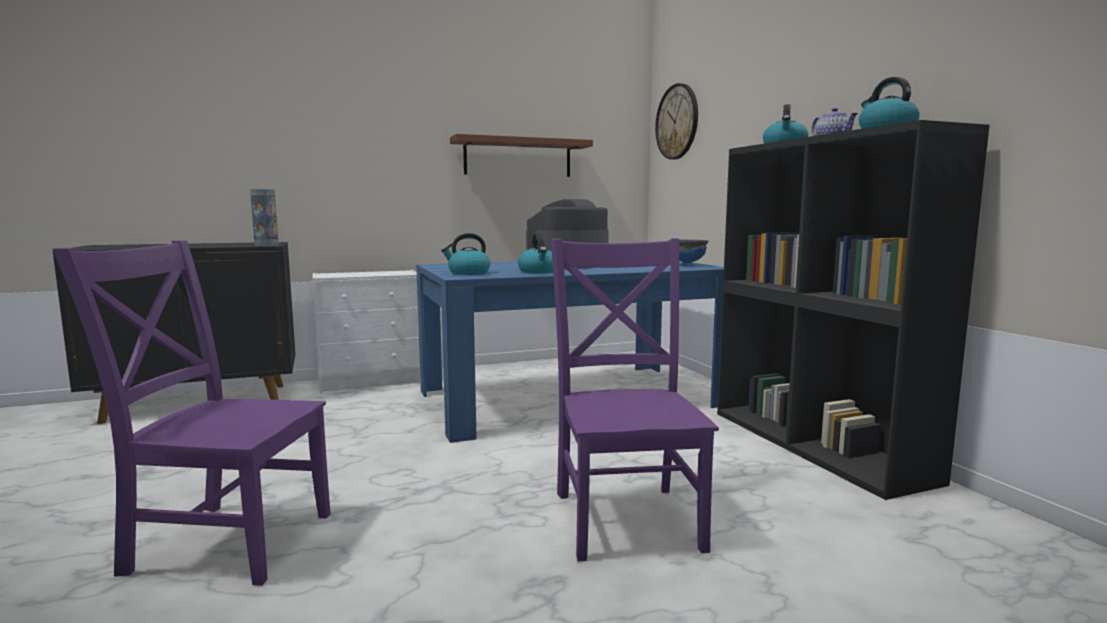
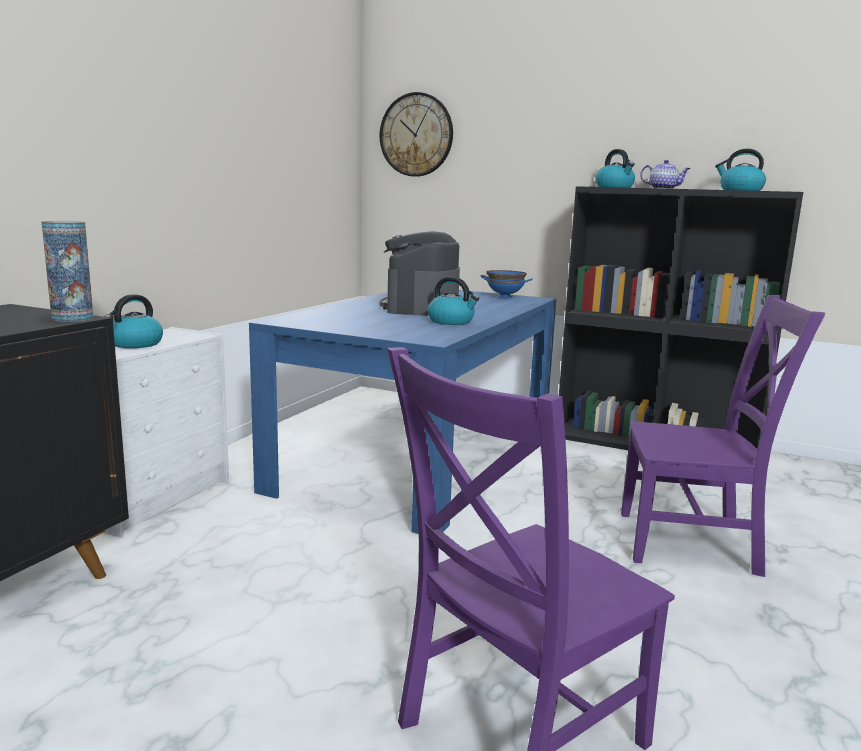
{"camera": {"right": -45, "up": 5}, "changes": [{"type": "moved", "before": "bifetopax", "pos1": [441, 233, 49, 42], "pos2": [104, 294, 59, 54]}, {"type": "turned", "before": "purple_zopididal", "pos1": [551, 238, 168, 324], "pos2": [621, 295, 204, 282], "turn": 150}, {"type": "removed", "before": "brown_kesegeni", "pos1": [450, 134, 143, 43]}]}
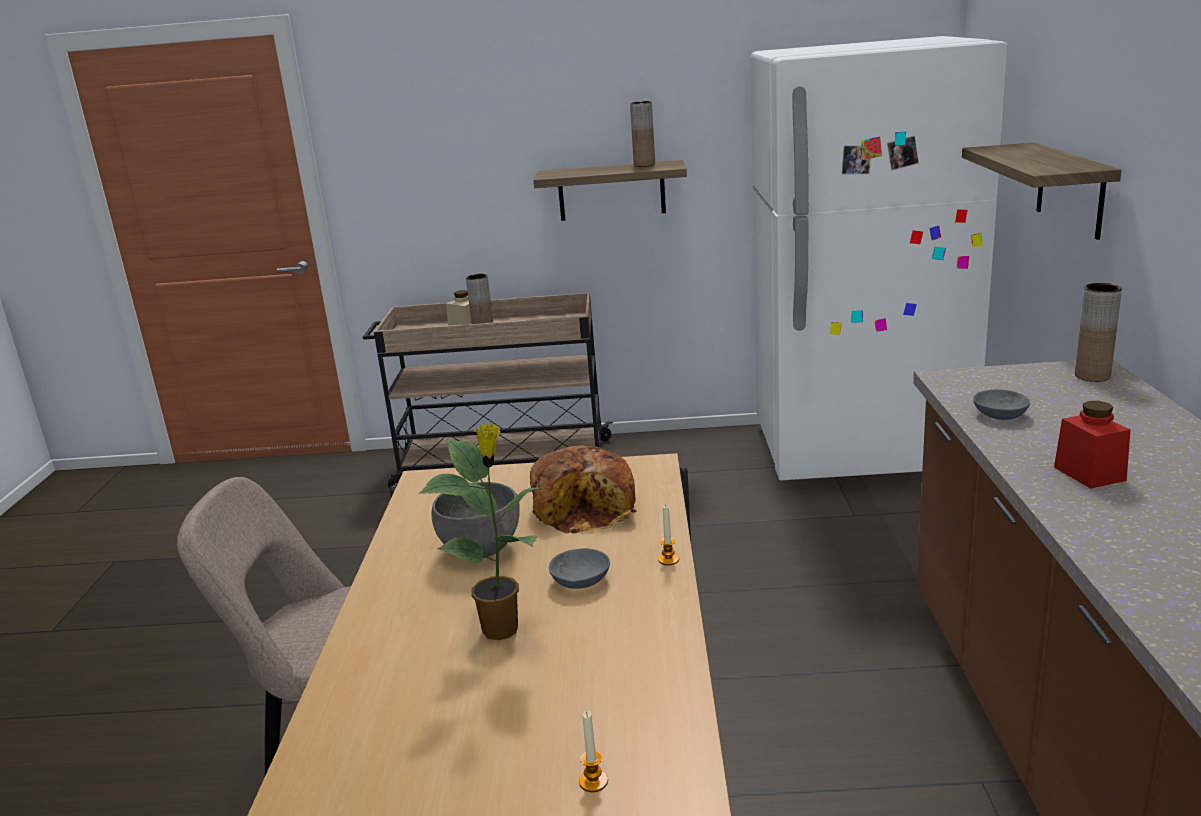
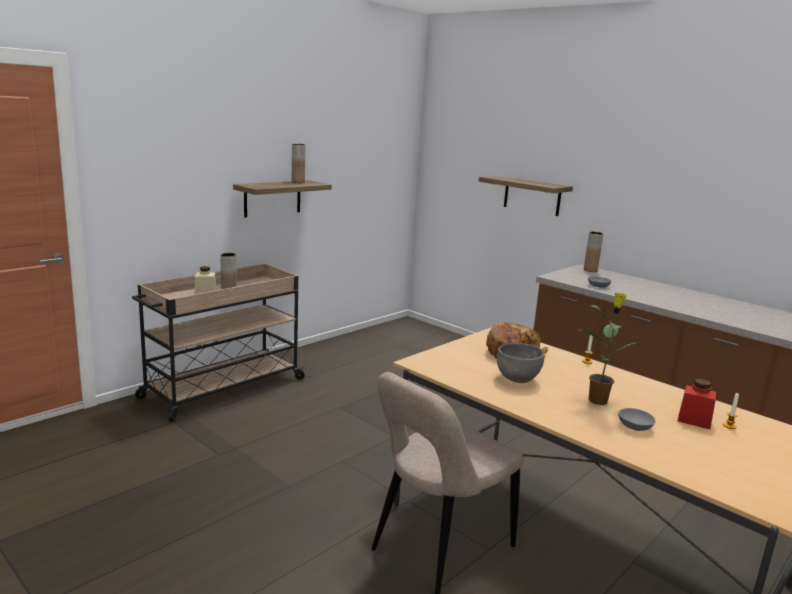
{"camera": {"right": -50, "up": -5}, "changes": [{"type": "moved", "before": "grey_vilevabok", "pos1": [549, 548, 61, 41], "pos2": [618, 408, 37, 23]}, {"type": "moved", "before": "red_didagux", "pos1": [1054, 401, 77, 88], "pos2": [678, 379, 38, 50]}, {"type": "removed", "before": "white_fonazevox", "pos1": [750, 36, 258, 445]}]}
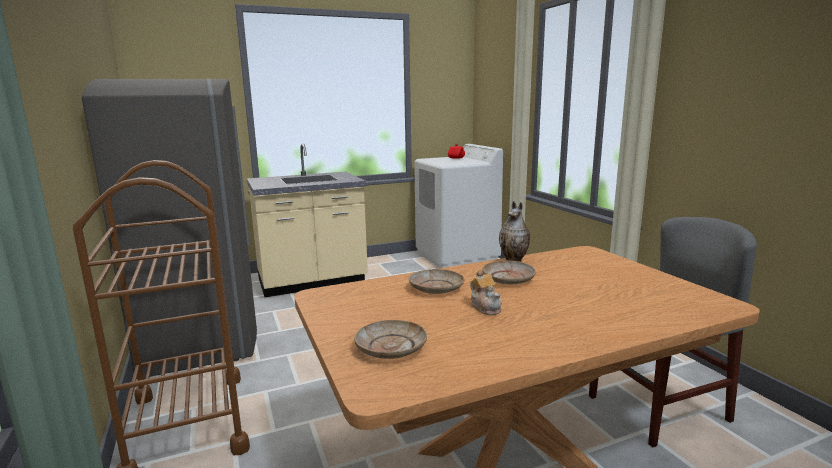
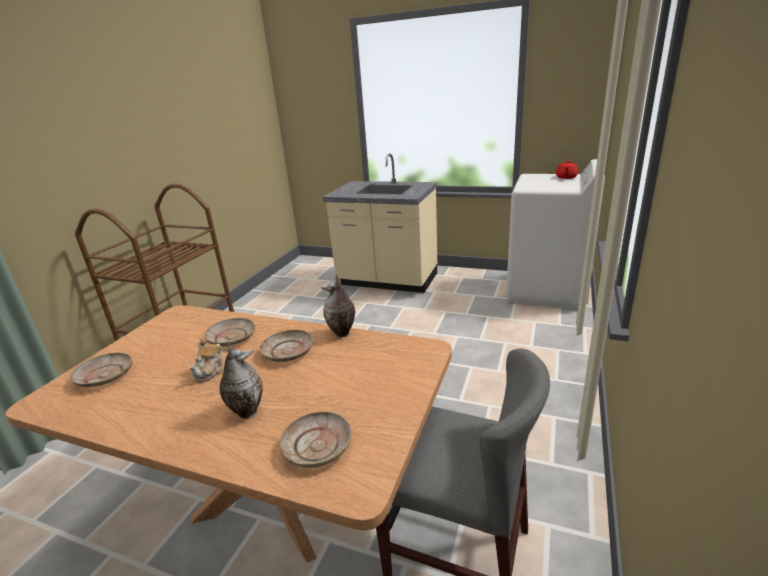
{"camera": {"right": 45, "up": 10}, "changes": [{"type": "added", "after": "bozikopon", "pos2": [219, 341, 44, 78]}, {"type": "added", "after": "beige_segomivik", "pos2": [280, 411, 72, 57]}, {"type": "removed", "before": "grey_fonazevox", "pos1": [82, 78, 175, 301]}]}
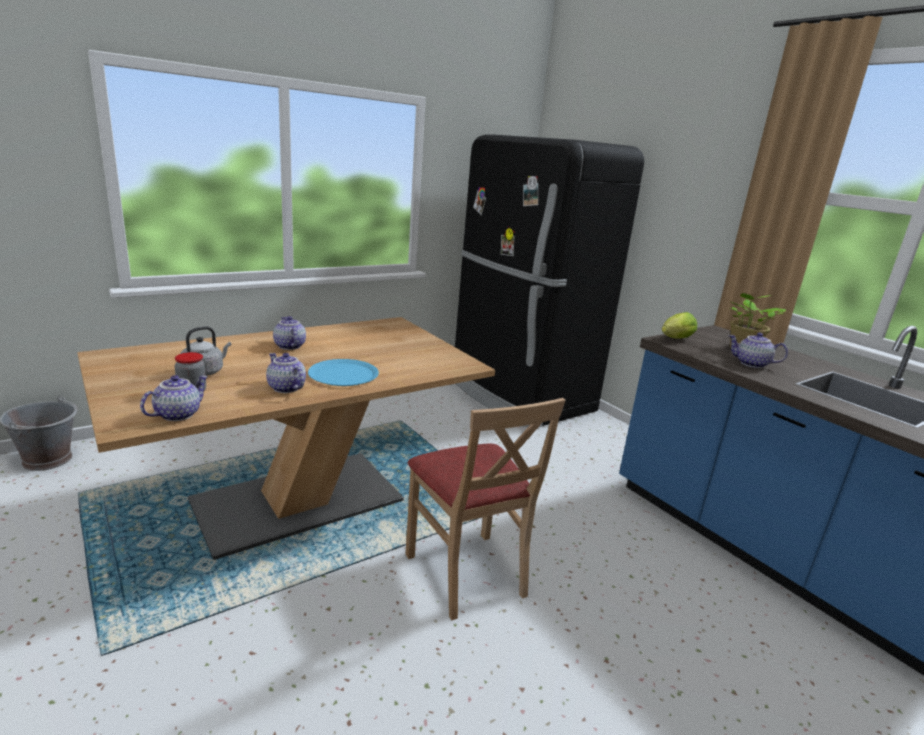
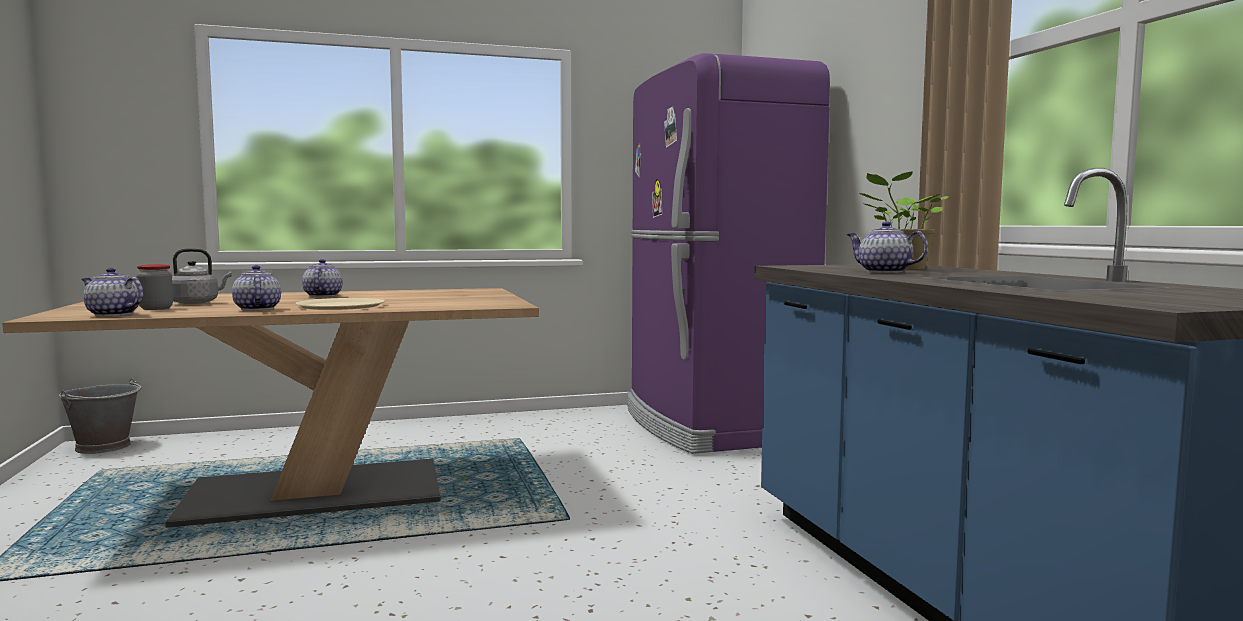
{"camera": {"right": 20, "up": -15}, "changes": [{"type": "turned", "before": "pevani", "pos1": [140, 375, 68, 46], "pos2": [82, 268, 61, 49], "turn": -120}, {"type": "recoloured", "before": "blue_segomivik", "after": "beige_segomivik", "pos1": [308, 359, 71, 27], "pos2": [295, 298, 90, 12]}, {"type": "recoloured", "before": "black_fonazevox", "after": "purple_fonazevox", "pos1": [455, 134, 189, 294], "pos2": [627, 53, 203, 401]}, {"type": "removed", "before": "beige_zopididal", "pos1": [406, 398, 159, 222]}, {"type": "removed", "before": "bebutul", "pos1": [662, 312, 35, 27]}]}
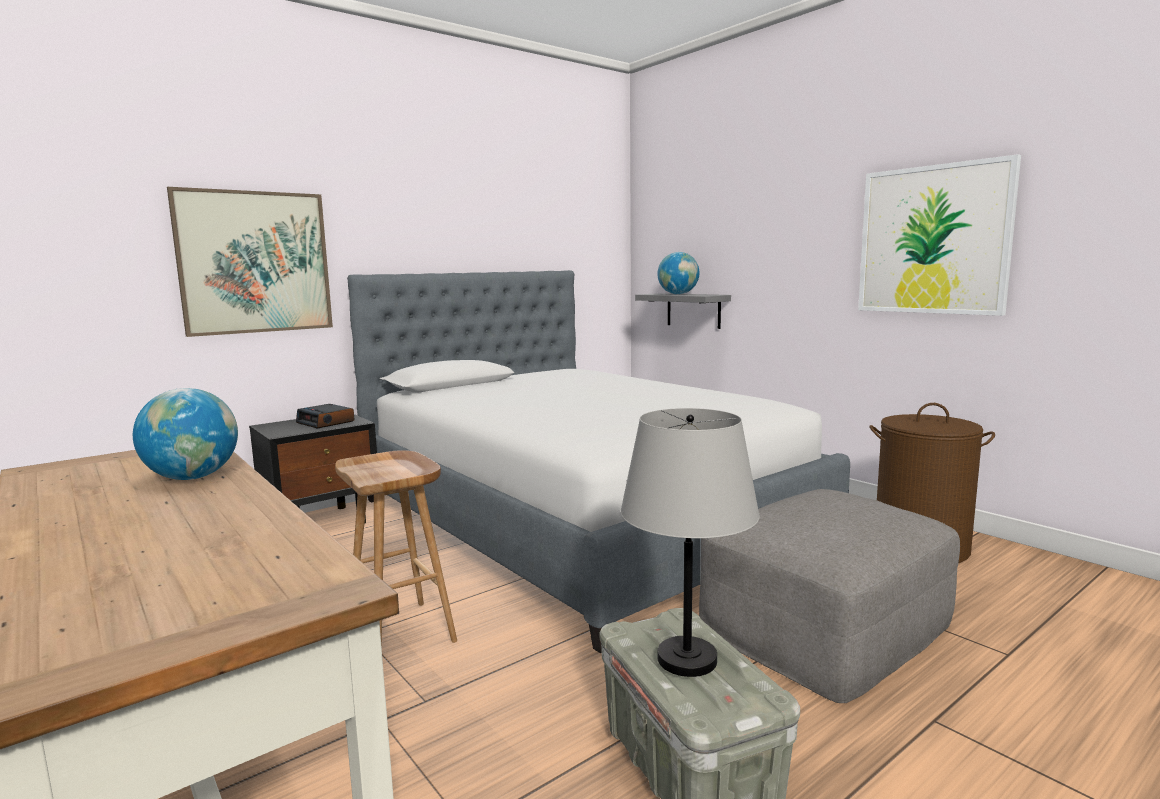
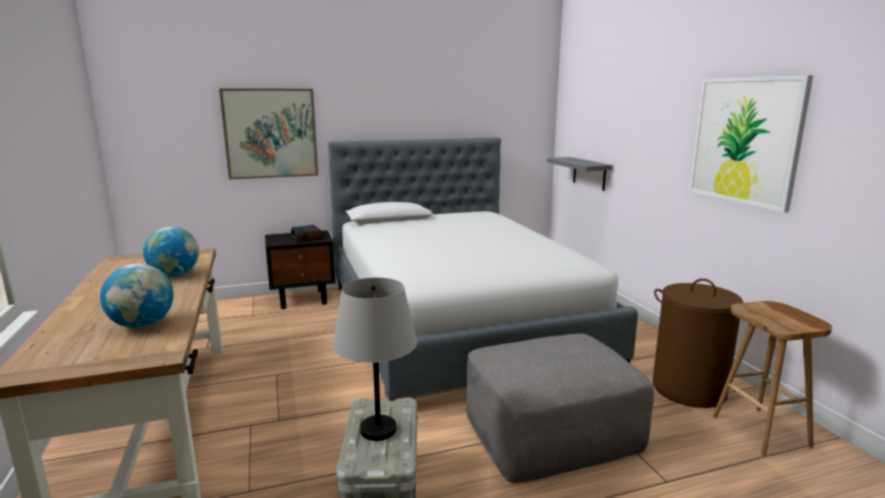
{"camera": {"right": 20, "up": 5}, "changes": [{"type": "moved", "before": "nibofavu", "pos1": [658, 252, 41, 43], "pos2": [100, 264, 74, 64]}, {"type": "moved", "before": "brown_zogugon", "pos1": [335, 450, 122, 197], "pos2": [713, 301, 119, 156]}]}
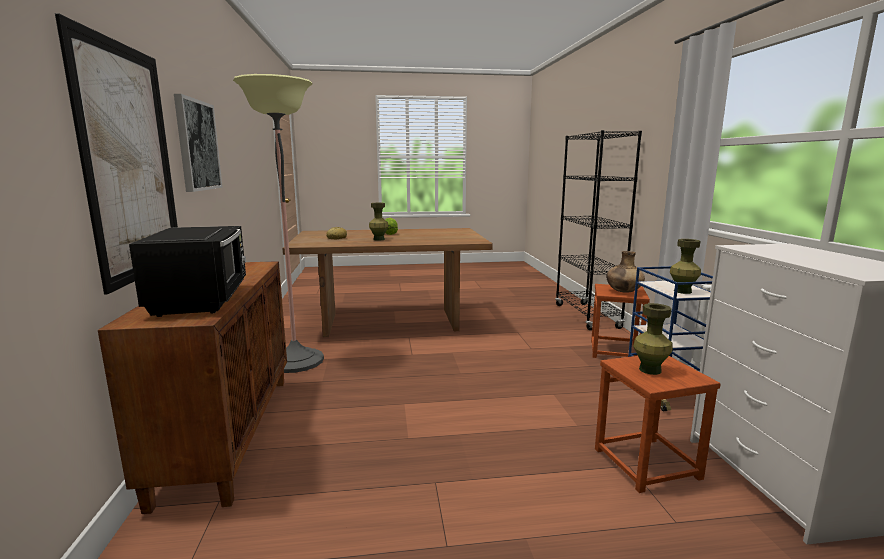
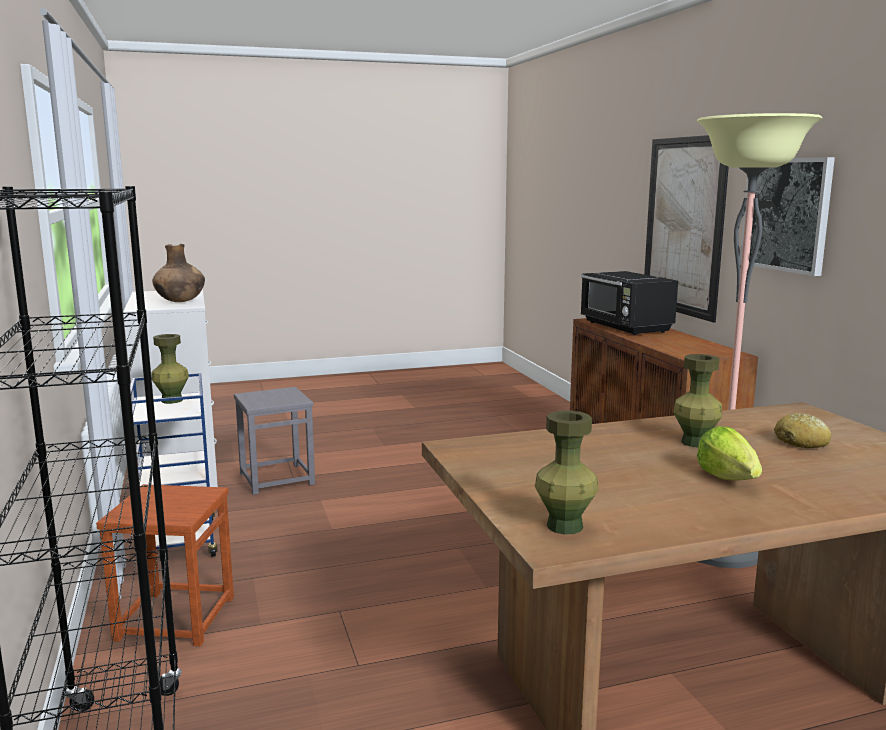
{"camera": {"right": 170, "up": 0}, "changes": [{"type": "moved", "before": "brown_bozikopon", "pos1": [606, 251, 39, 42], "pos2": [152, 244, 53, 58]}, {"type": "recoloured", "before": "brown_zogugon", "after": "grey_zogugon", "pos1": [595, 356, 126, 137], "pos2": [234, 387, 81, 108]}, {"type": "moved", "before": "green_bozikopon", "pos1": [633, 303, 40, 72], "pos2": [535, 410, 64, 125]}]}
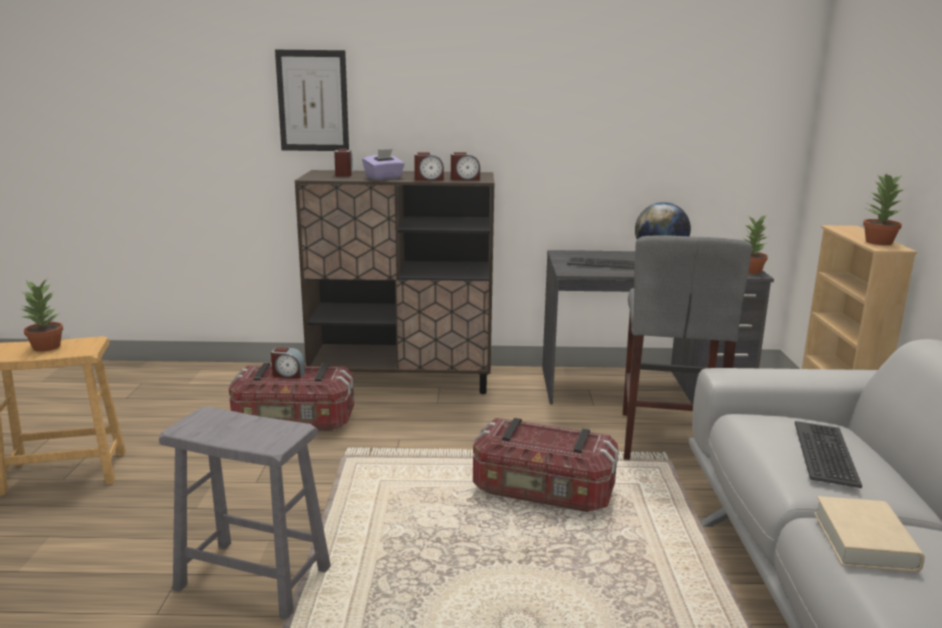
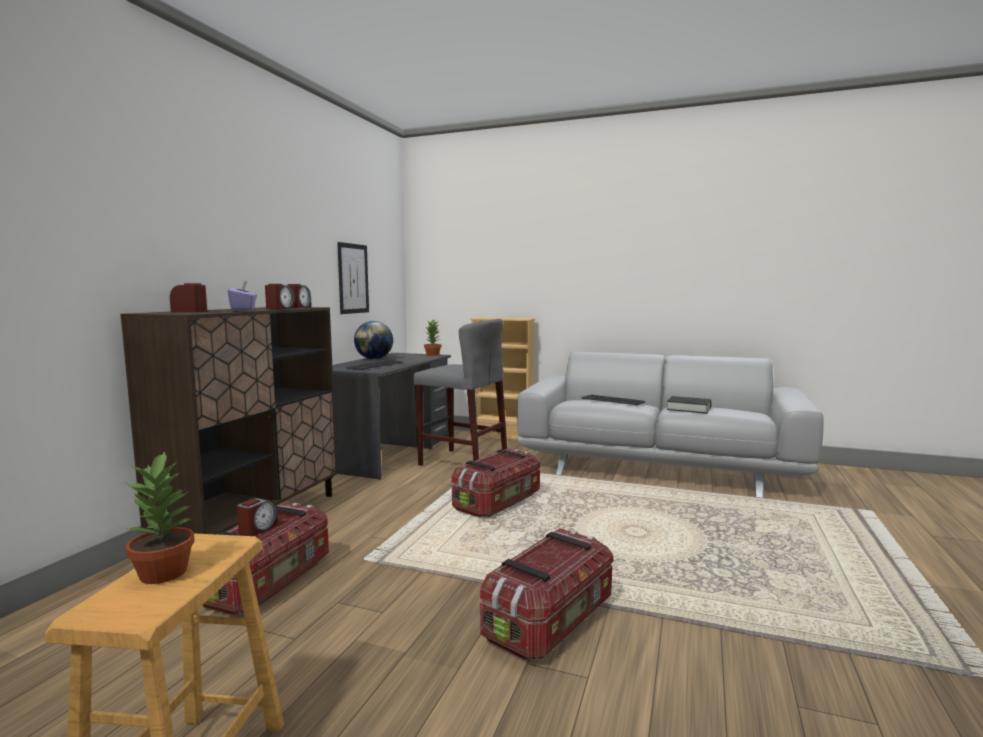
{"camera": {"right": -70, "up": -10}, "changes": [{"type": "moved", "before": "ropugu", "pos1": [275, 50, 74, 101], "pos2": [337, 242, 32, 72]}, {"type": "replaced", "before": "grey_zogugon", "after": "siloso", "pos1": [159, 407, 172, 212], "pos2": [480, 528, 134, 132]}, {"type": "recoloured", "before": "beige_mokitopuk", "after": "black_mokitopuk", "pos1": [815, 496, 110, 76], "pos2": [667, 396, 44, 18]}, {"type": "removed", "before": "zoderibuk", "pos1": [863, 173, 41, 72]}]}
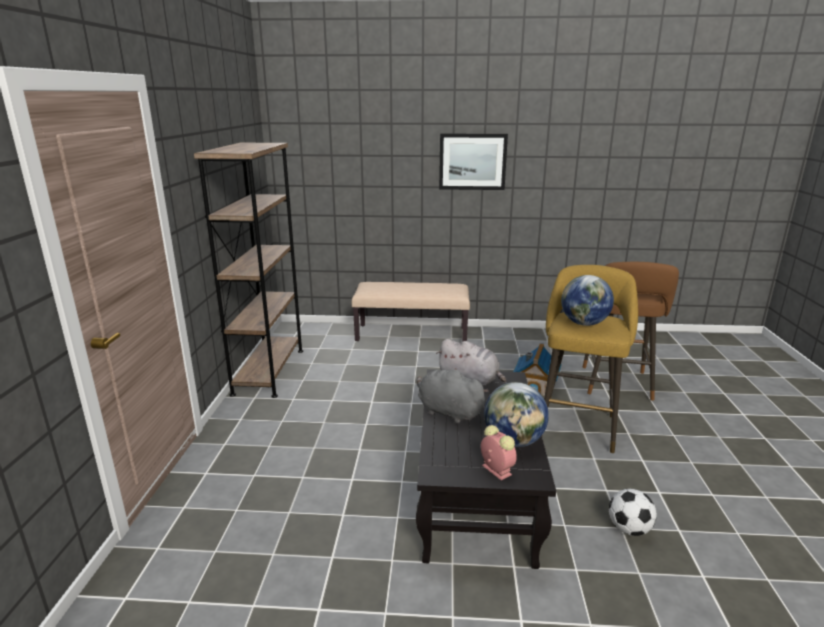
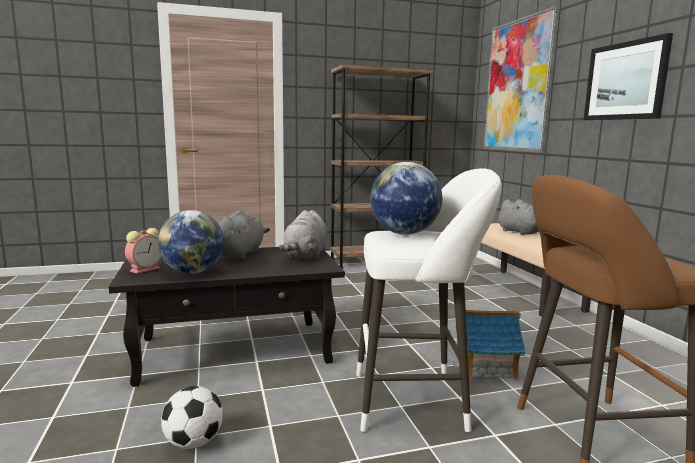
{"camera": {"right": 70, "up": -10}, "changes": [{"type": "recoloured", "before": "yellow_zogugon", "after": "white_zogugon", "pos1": [544, 265, 94, 188], "pos2": [356, 168, 145, 264]}, {"type": "added", "after": "ropugu", "pos2": [483, 5, 77, 148]}, {"type": "added", "after": "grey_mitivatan", "pos2": [497, 199, 42, 36]}]}
